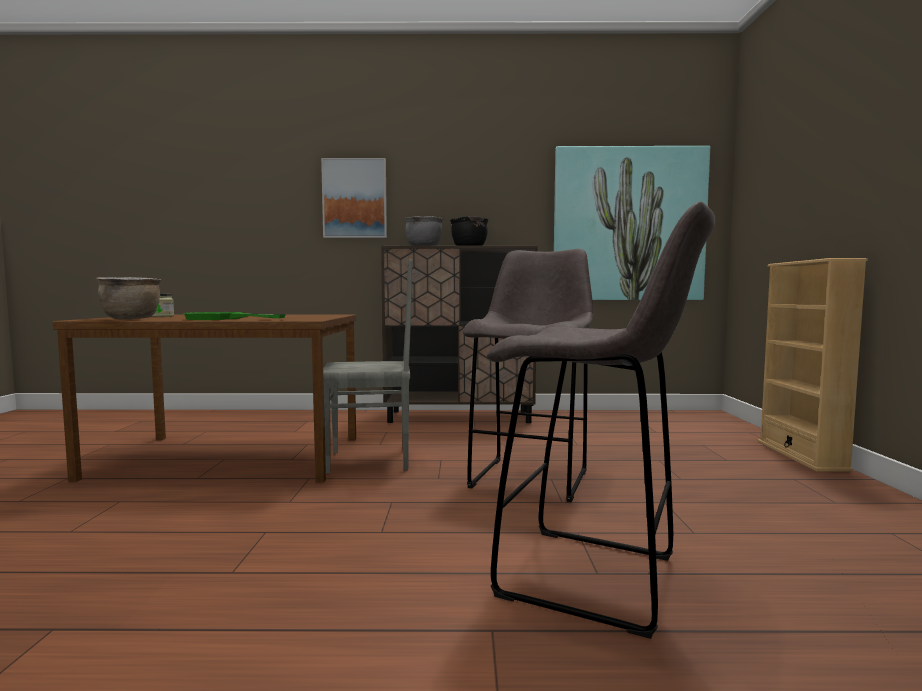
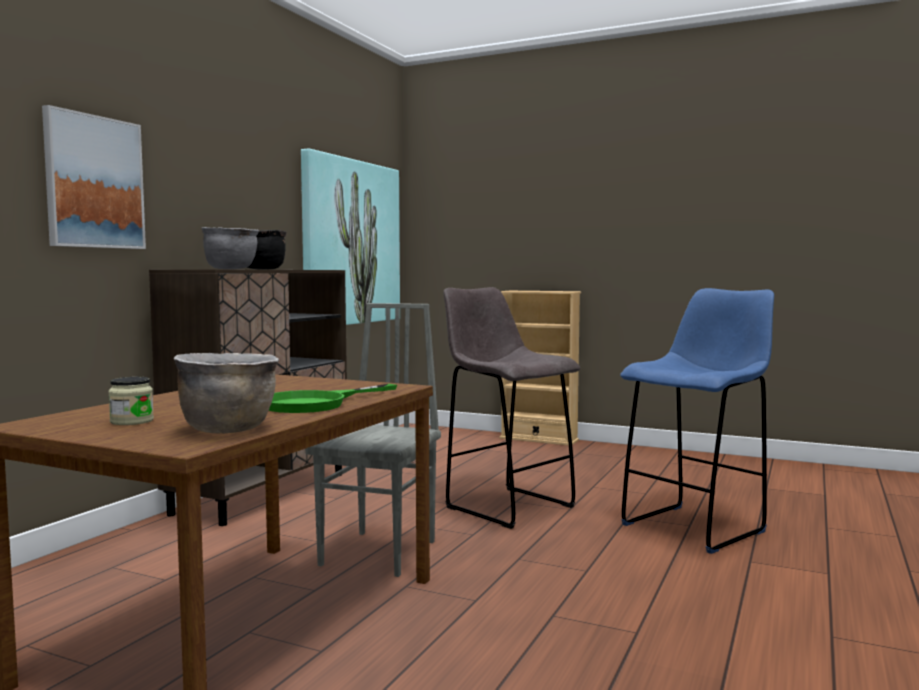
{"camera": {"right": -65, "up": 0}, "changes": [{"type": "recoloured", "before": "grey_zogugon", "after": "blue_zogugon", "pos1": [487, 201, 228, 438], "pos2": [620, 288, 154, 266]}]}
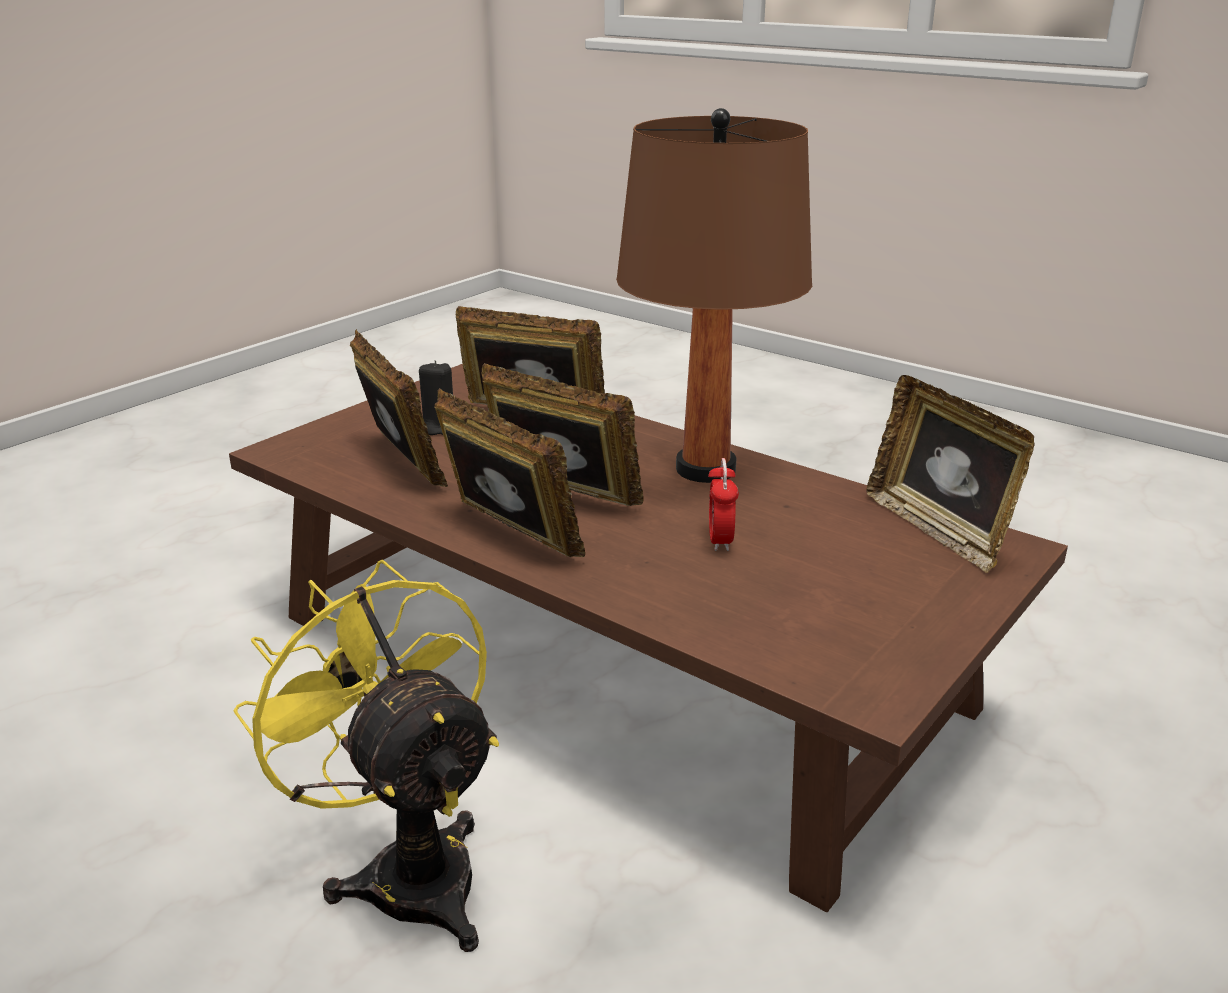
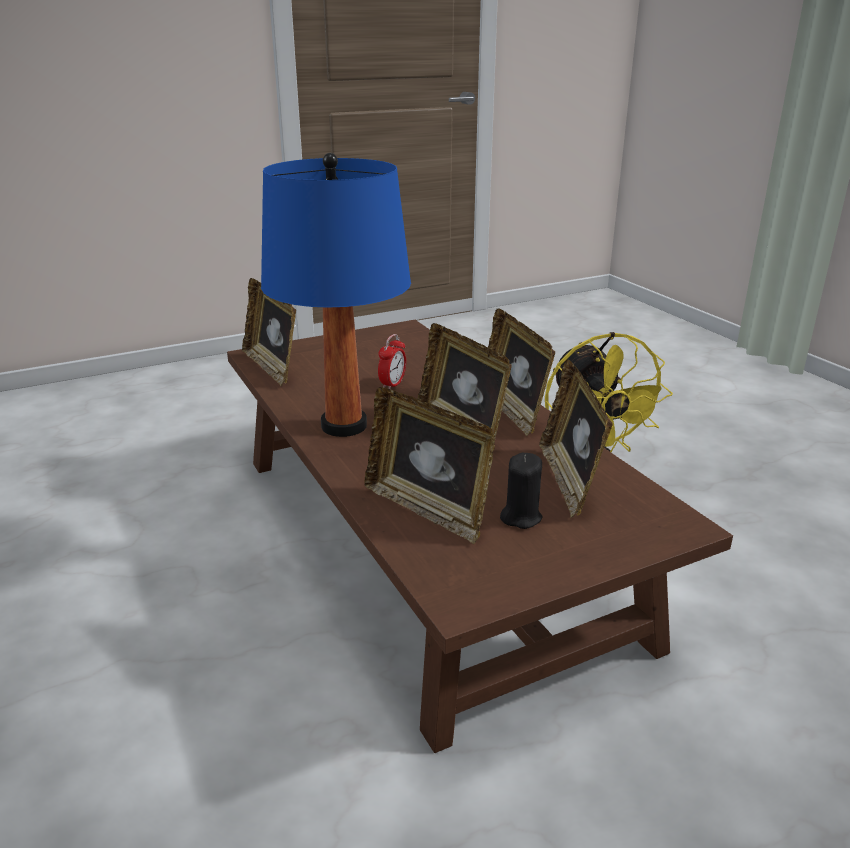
{"camera": {"right": -155, "up": 0}, "changes": [{"type": "turned", "before": "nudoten", "pos1": [866, 375, 169, 198], "pos2": [242, 278, 54, 109], "turn": 150}, {"type": "recoloured", "before": "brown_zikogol", "after": "blue_zikogol", "pos1": [616, 108, 196, 375], "pos2": [261, 153, 150, 284]}]}
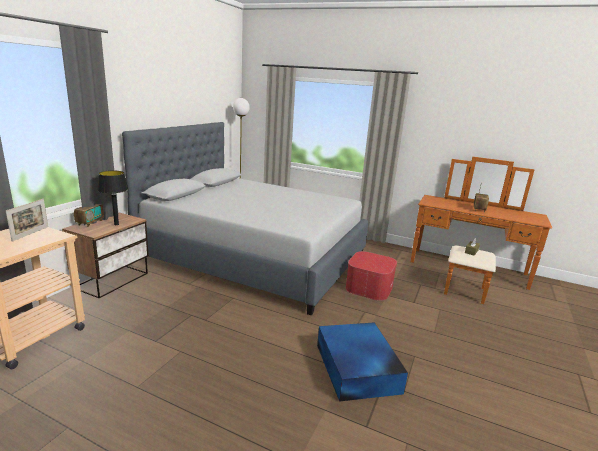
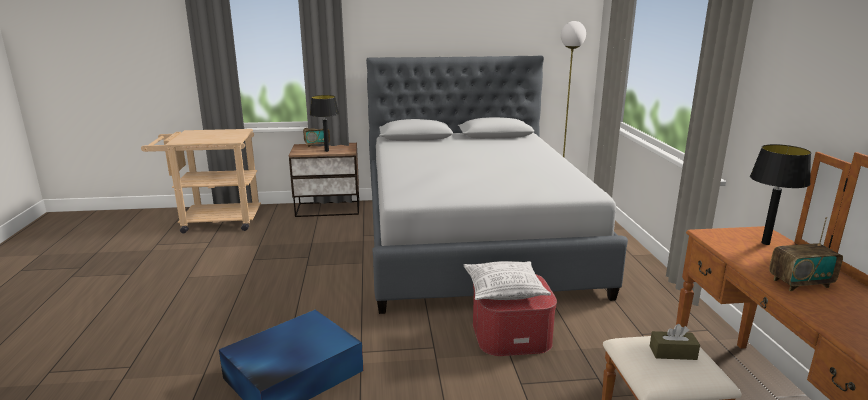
{"camera": {"right": 60, "up": 0}, "changes": [{"type": "added", "after": "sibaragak", "pos2": [464, 261, 87, 39]}, {"type": "added", "after": "black_zikogol", "pos2": [750, 144, 61, 101]}, {"type": "removed", "before": "nudoten", "pos1": [6, 199, 42, 43]}]}
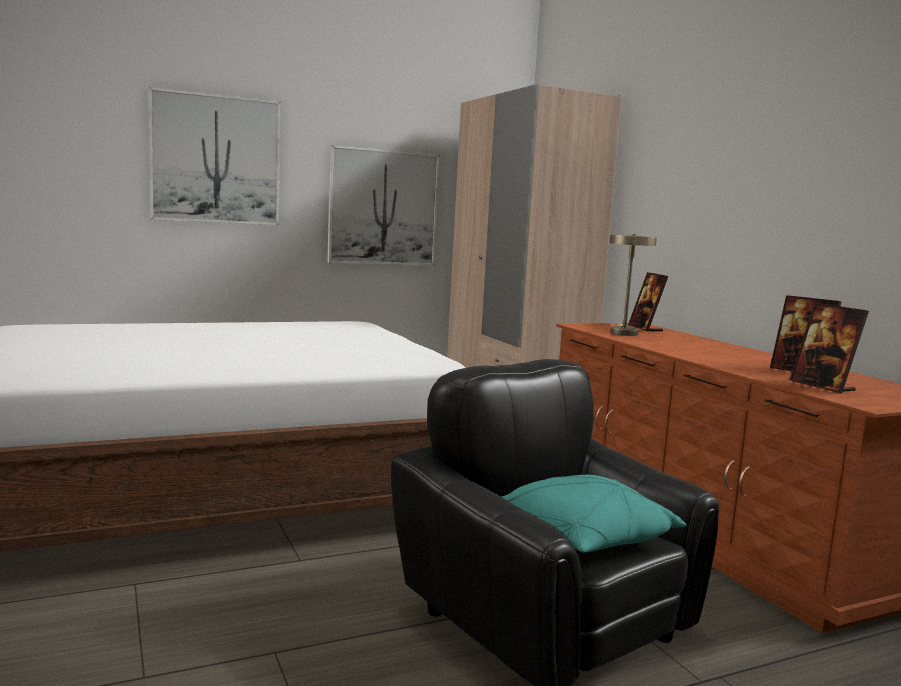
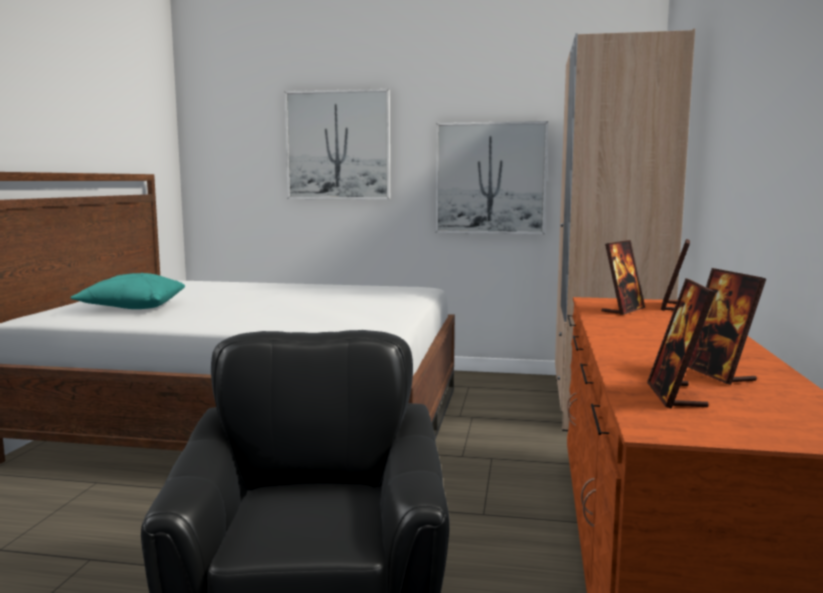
{"camera": {"right": 35, "up": 0}, "changes": [{"type": "moved", "before": "turquoise_sibaragak", "pos1": [502, 475, 184, 78], "pos2": [70, 273, 115, 36]}, {"type": "replaced", "before": "beige_zikogol", "after": "nudoten", "pos1": [609, 234, 48, 102], "pos2": [601, 240, 44, 75]}]}
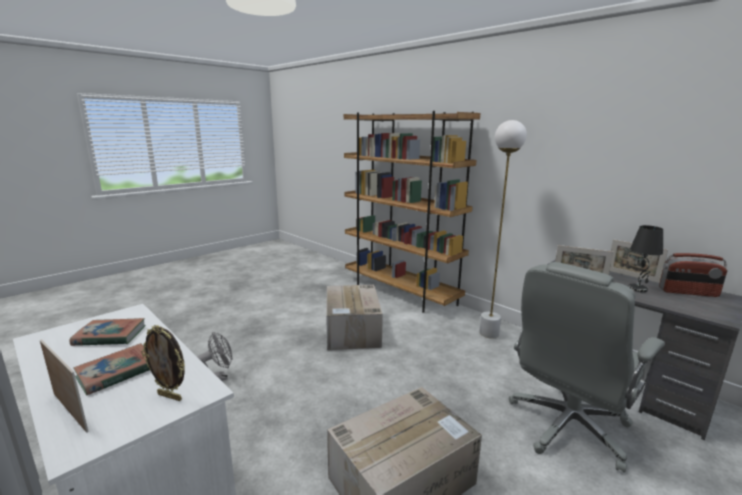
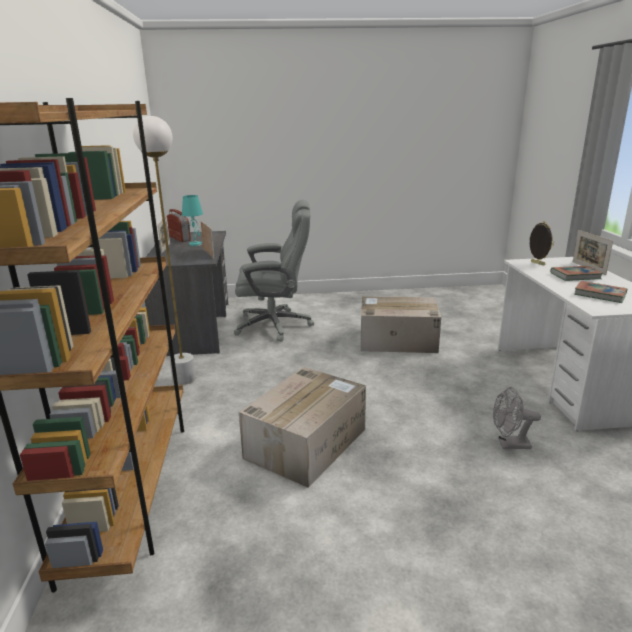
{"camera": {"right": -140, "up": 5}, "changes": [{"type": "recoloured", "before": "black_zikogol", "after": "turquoise_zikogol", "pos1": [628, 225, 35, 67], "pos2": [182, 195, 21, 51]}]}
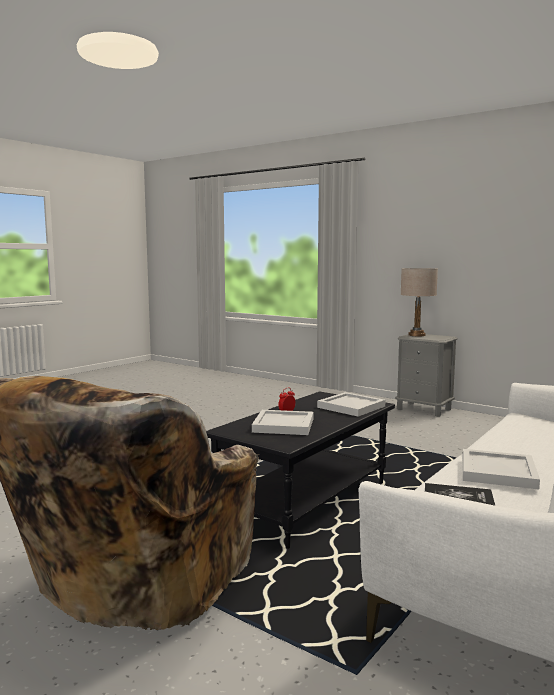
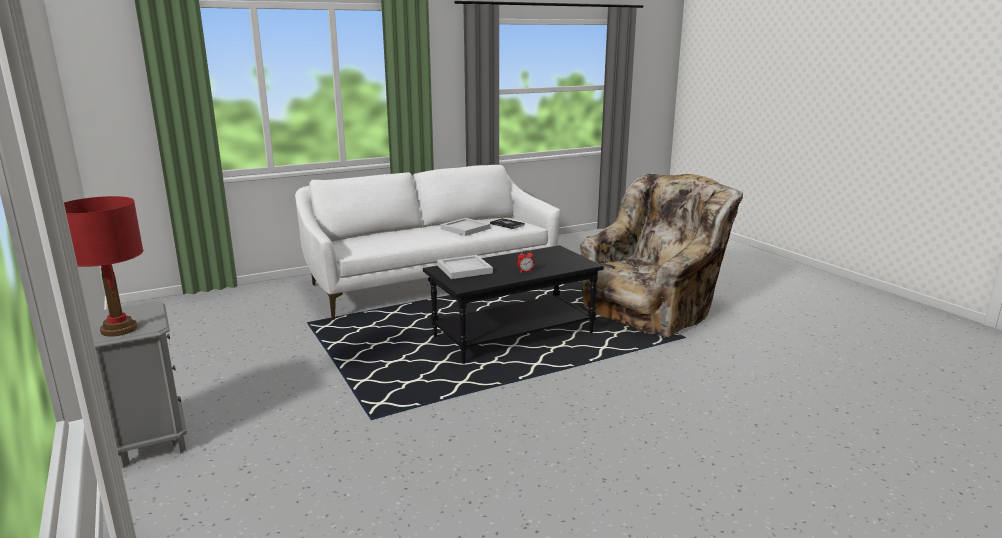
{"camera": {"right": -155, "up": 10}, "changes": [{"type": "recoloured", "before": "beige_zikogol", "after": "red_zikogol", "pos1": [401, 268, 37, 68], "pos2": [64, 196, 79, 141]}, {"type": "removed", "before": "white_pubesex", "pos1": [252, 410, 61, 25]}]}
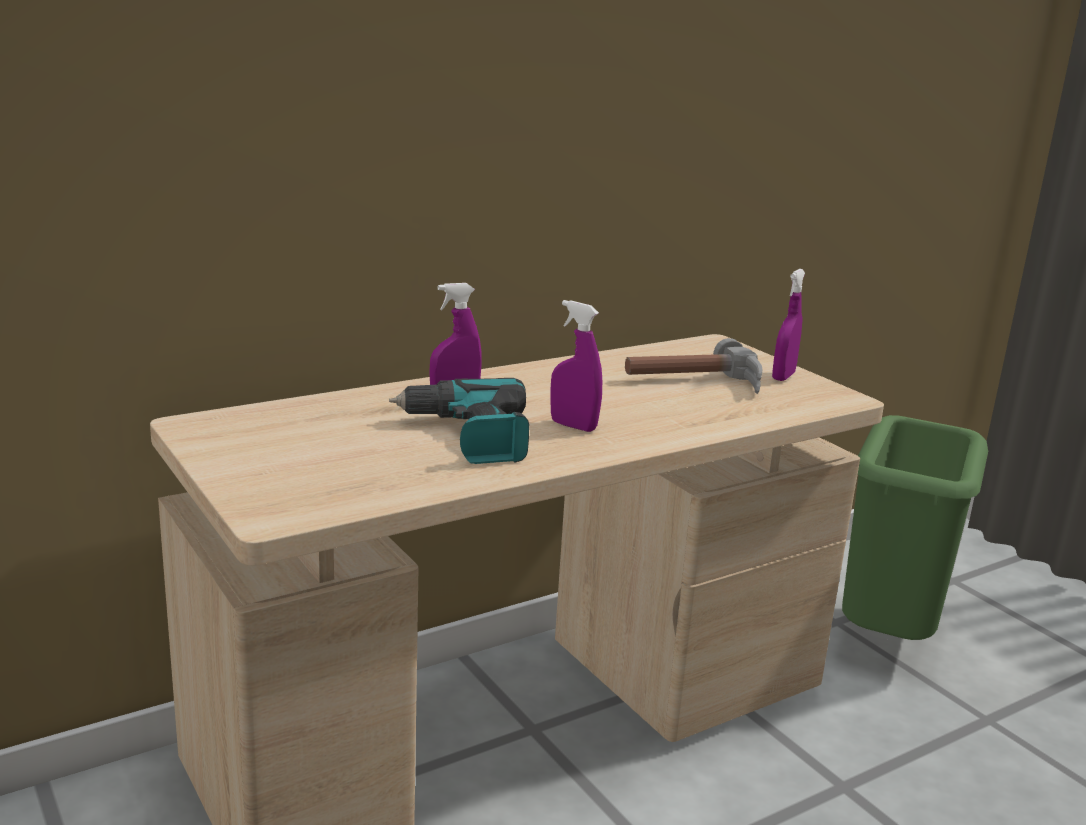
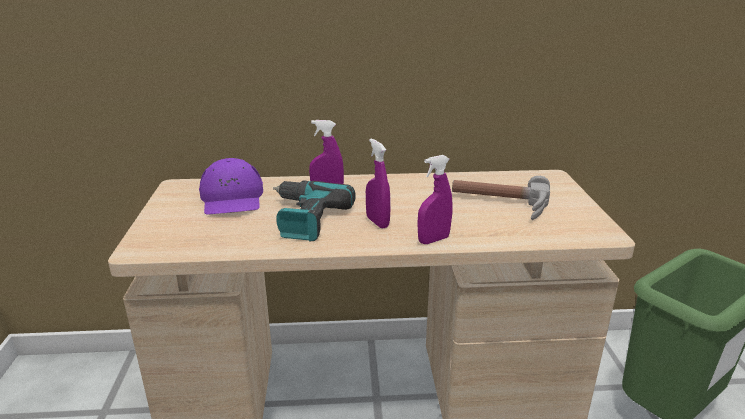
{"camera": {"right": 30, "up": 5}, "changes": [{"type": "added", "after": "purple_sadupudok", "pos2": [199, 158, 64, 57]}, {"type": "moved", "before": "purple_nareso", "pos1": [772, 269, 33, 112], "pos2": [417, 155, 35, 89]}]}
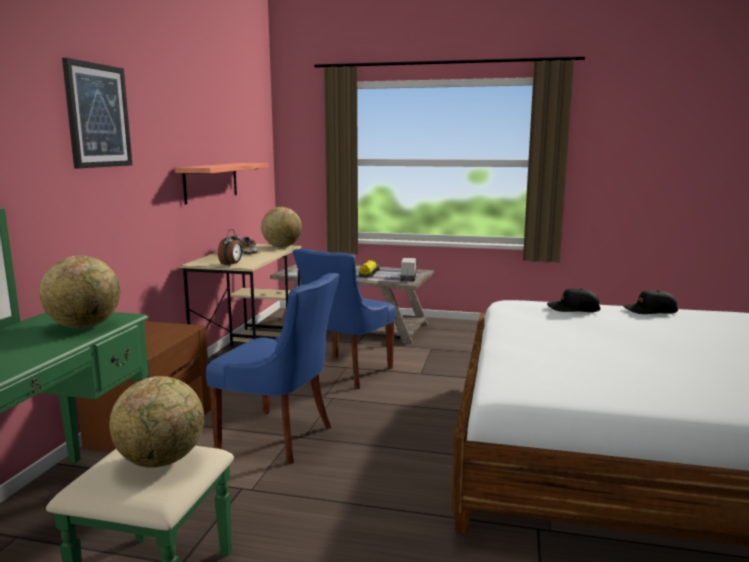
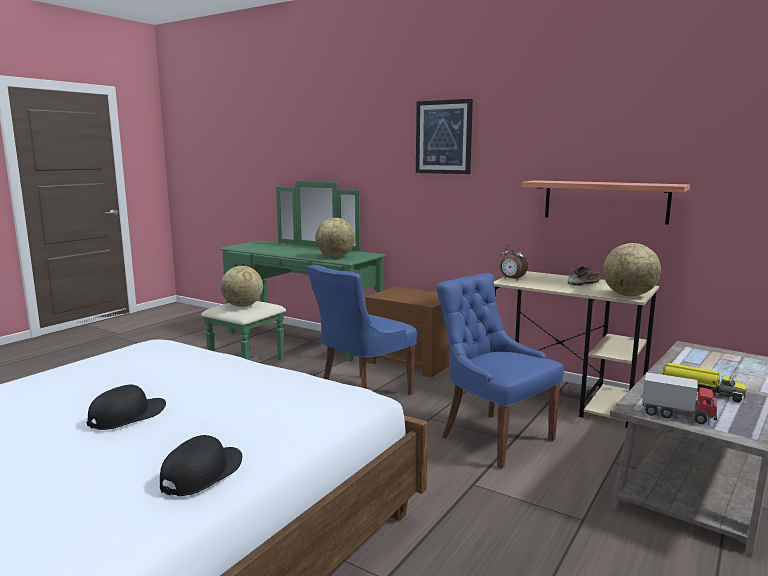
{"camera": {"right": 110, "up": 0}, "changes": [{"type": "moved", "before": "black_sadupudok", "pos1": [547, 288, 53, 24], "pos2": [87, 385, 79, 45]}]}
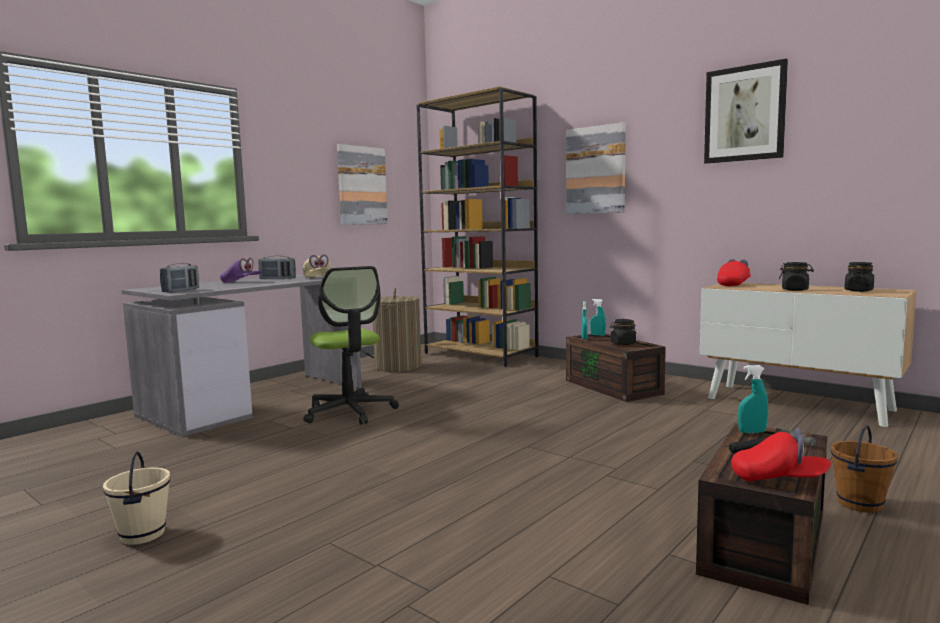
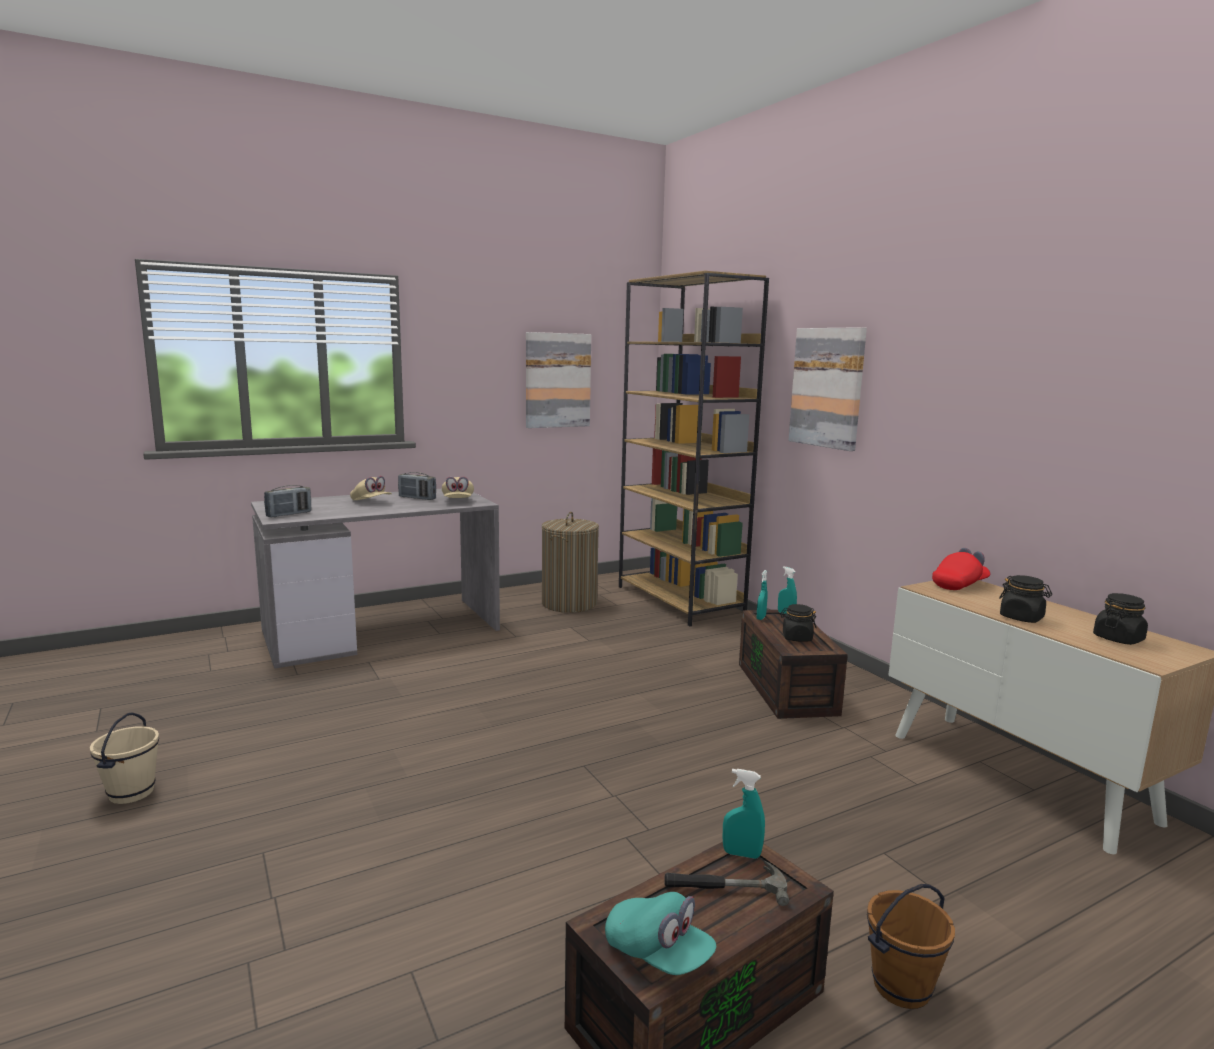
{"camera": {"right": 20, "up": 5}, "changes": [{"type": "recoloured", "before": "purple_sadupudok", "after": "beige_sadupudok", "pos1": [220, 258, 42, 25], "pos2": [350, 476, 42, 24]}, {"type": "recoloured", "before": "red_sadupudok", "after": "turquoise_sadupudok", "pos1": [731, 428, 100, 53], "pos2": [605, 892, 111, 83]}, {"type": "removed", "before": "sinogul", "pos1": [303, 266, 96, 158]}, {"type": "removed", "before": "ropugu", "pos1": [704, 59, 84, 105]}]}
